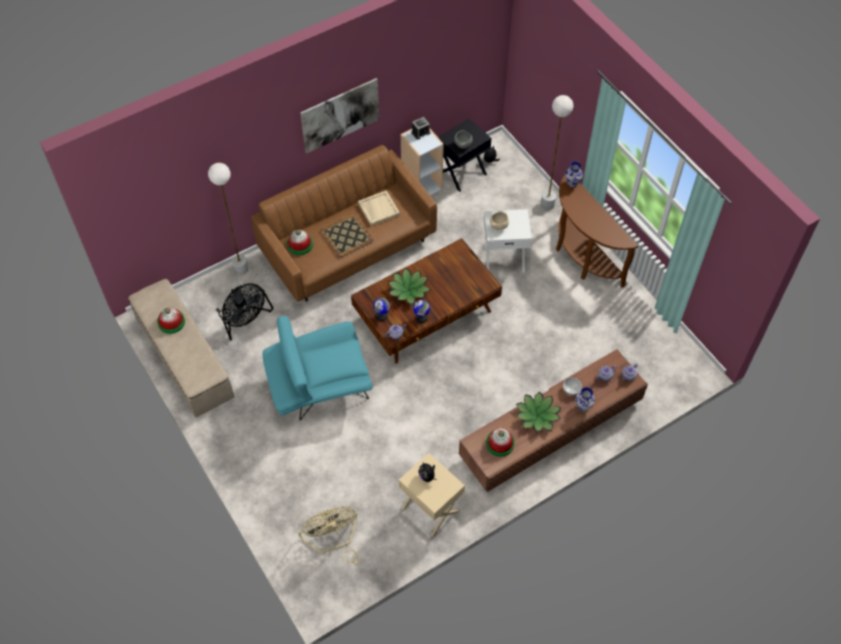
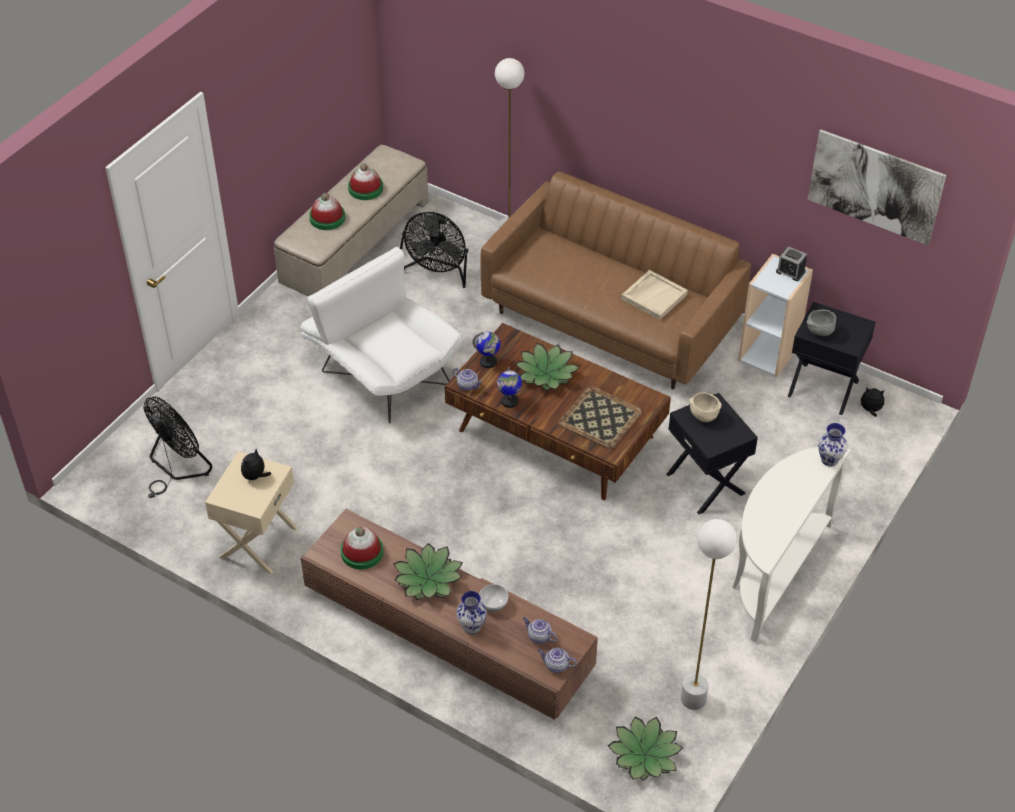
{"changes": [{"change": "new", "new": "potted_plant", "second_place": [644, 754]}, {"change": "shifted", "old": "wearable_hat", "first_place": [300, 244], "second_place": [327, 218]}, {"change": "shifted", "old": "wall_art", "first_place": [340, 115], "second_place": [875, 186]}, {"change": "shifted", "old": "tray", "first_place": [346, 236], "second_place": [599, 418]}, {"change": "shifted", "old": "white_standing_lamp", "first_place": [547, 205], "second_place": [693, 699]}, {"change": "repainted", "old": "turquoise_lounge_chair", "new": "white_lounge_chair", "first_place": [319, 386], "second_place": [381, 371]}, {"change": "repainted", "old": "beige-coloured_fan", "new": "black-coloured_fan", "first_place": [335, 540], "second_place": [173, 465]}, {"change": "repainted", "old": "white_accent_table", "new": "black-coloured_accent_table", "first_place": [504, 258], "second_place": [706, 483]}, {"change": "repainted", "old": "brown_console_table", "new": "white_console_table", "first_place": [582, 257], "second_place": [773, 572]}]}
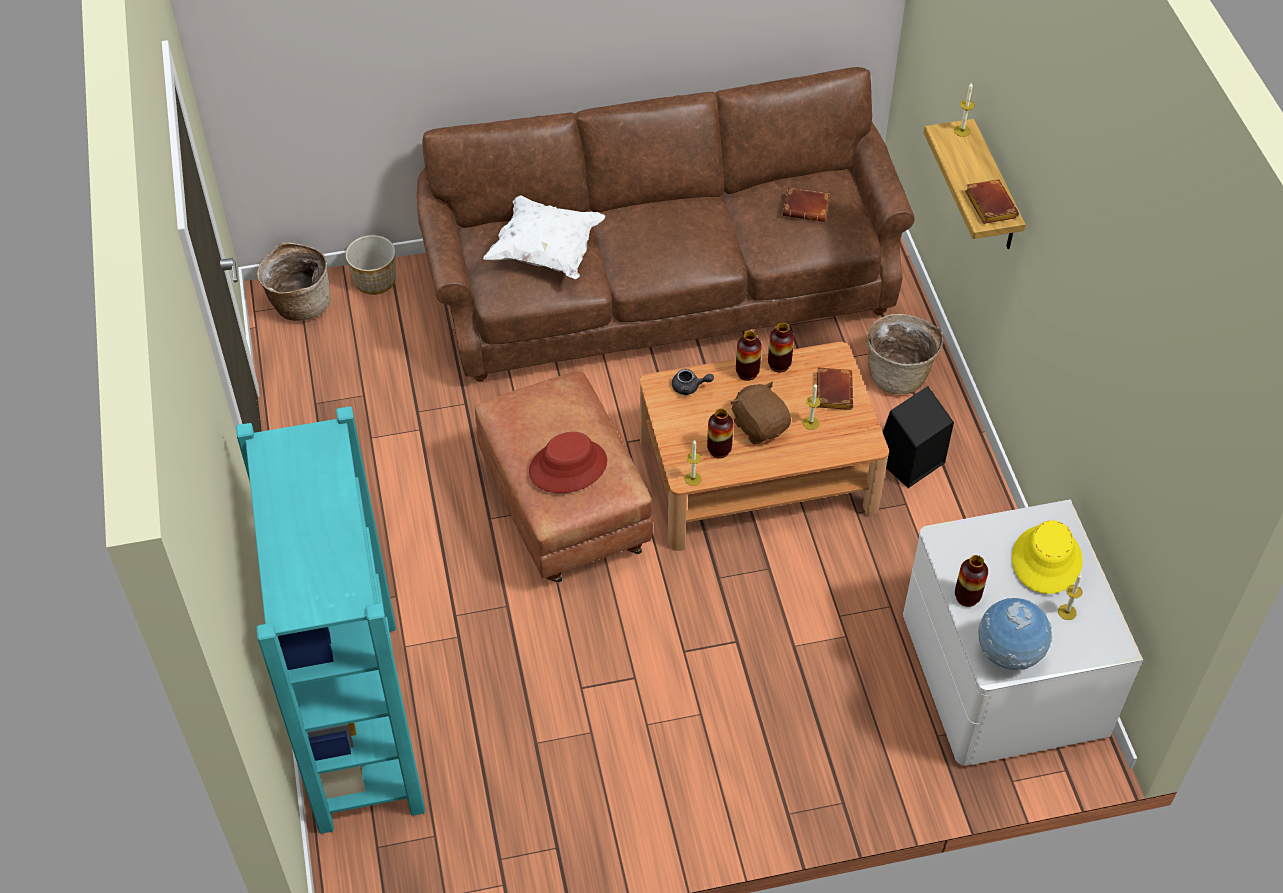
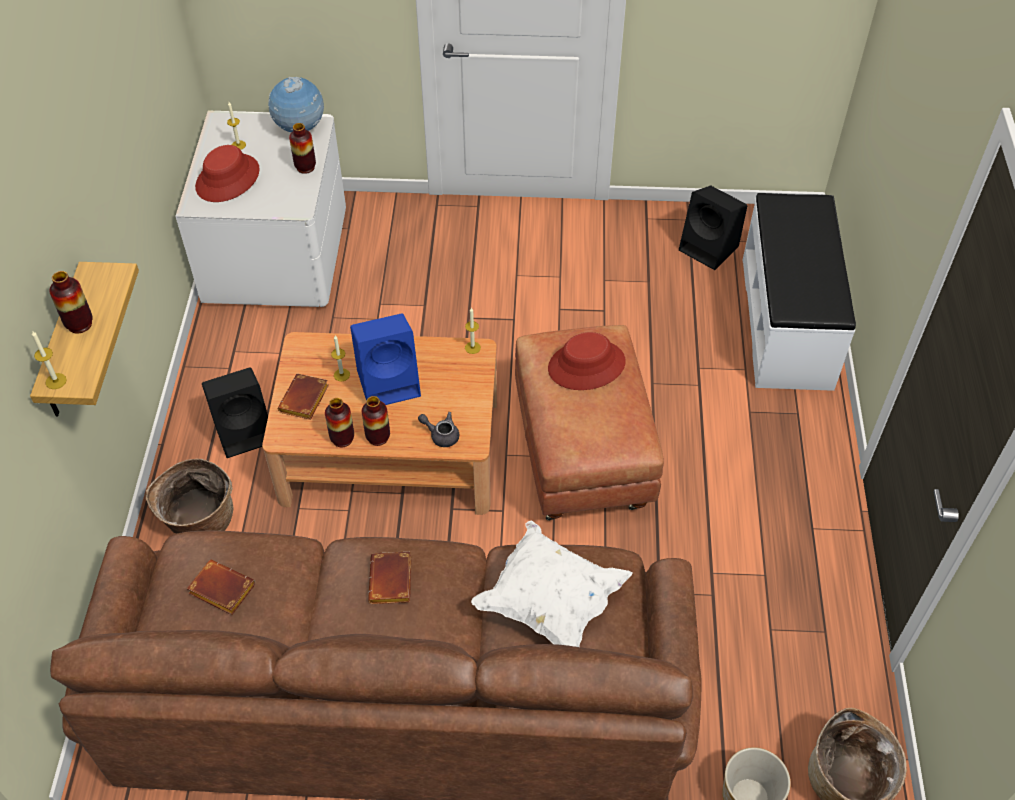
{"changes": [{"change": "new", "new": "black-coloured_audio_speaker", "second_place": [710, 249]}, {"change": "shifted", "old": "vase", "first_place": [719, 450], "second_place": [79, 324]}, {"change": "shifted", "old": "brown_bound_book", "first_place": [988, 205], "second_place": [392, 582]}, {"change": "swapped", "old": "turquoise_shelving_unit", "new": "white_bench", "first_place": [358, 722], "second_place": [787, 322]}, {"change": "swapped", "old": "brown_soft_toy", "new": "blue-coloured_audio_speaker", "first_place": [760, 426], "second_place": [390, 382]}, {"change": "repainted", "old": "yellow-coloured_wearable_hat", "new": "red_wearable_hat", "first_place": [1046, 560], "second_place": [228, 179]}]}
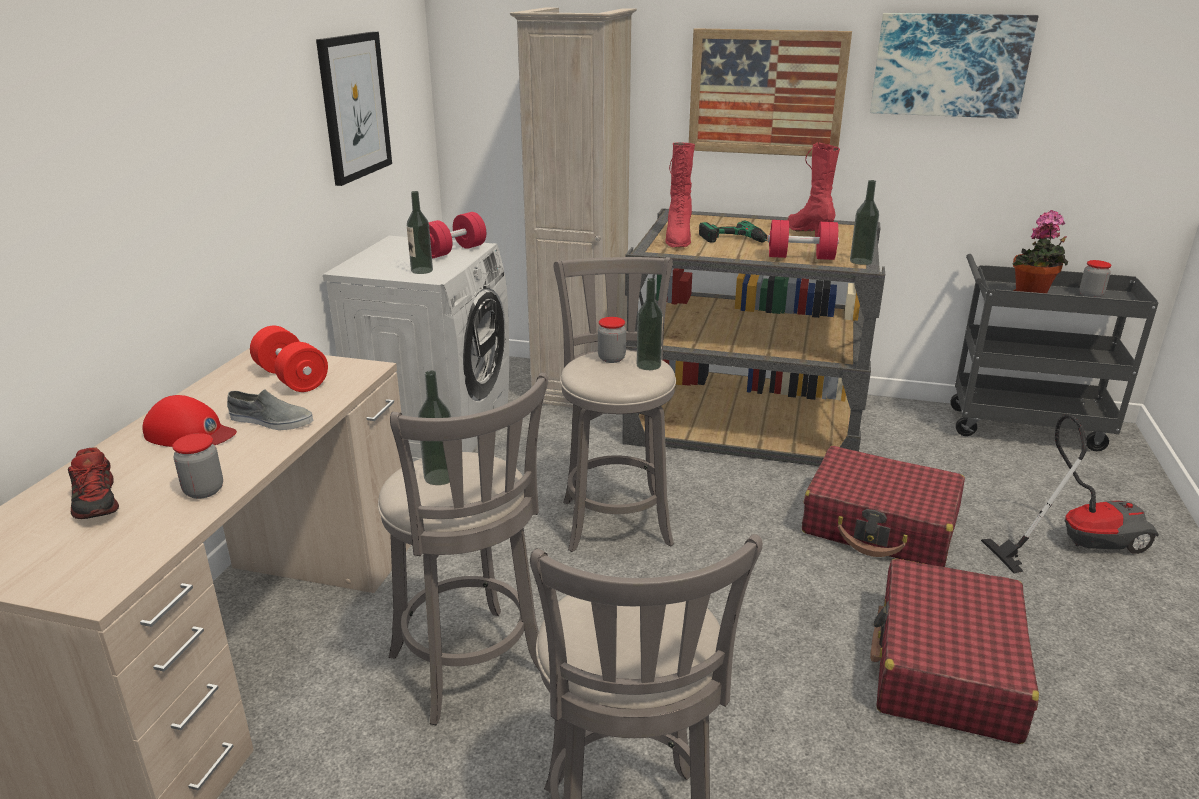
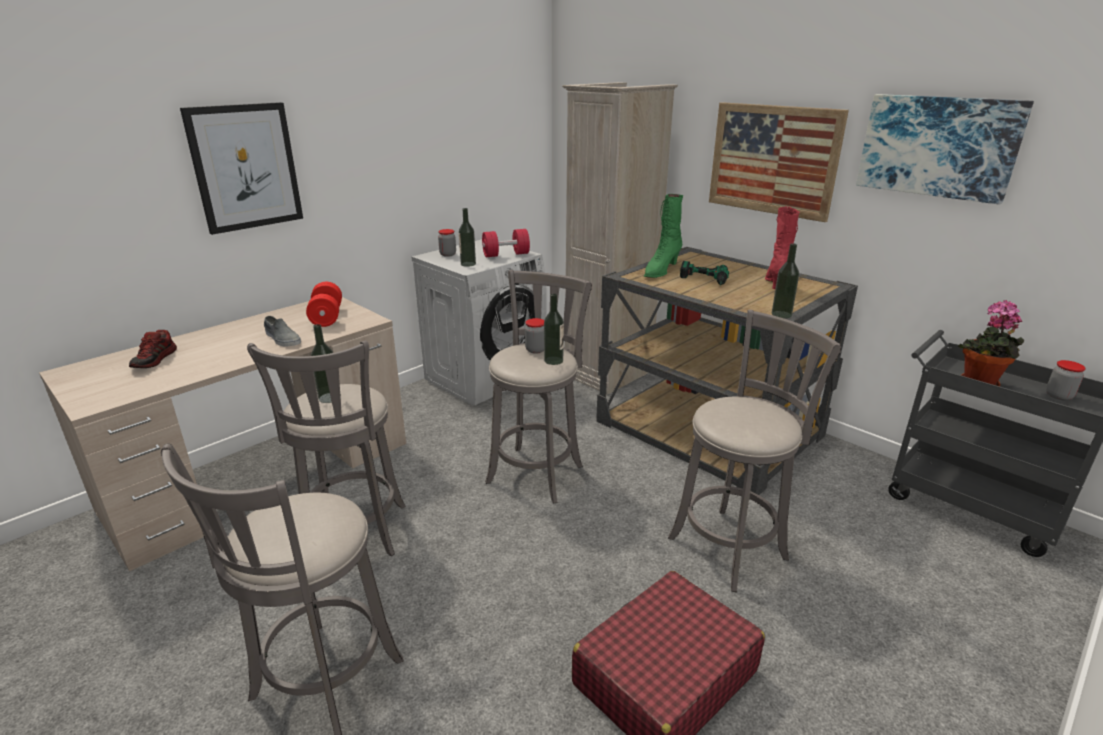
{"changes": [{"change": "gone", "old": "red_peaked_cap", "first_place": [190, 433]}, {"change": "gone", "old": "red_hand_weight", "first_place": [801, 257]}, {"change": "gone", "old": "vacuum_cleaner", "first_place": [1076, 542]}, {"change": "shifted", "old": "jar", "first_place": [204, 491], "second_place": [448, 254]}, {"change": "shifted", "old": "wall_art", "first_place": [354, 106], "second_place": [245, 167]}, {"change": "swapped", "old": "red_travel_case", "new": "gray_sitting_stool", "first_place": [880, 525], "second_place": [732, 545]}, {"change": "repainted", "old": "red_boot", "new": "green_boot", "first_place": [678, 239], "second_place": [661, 271]}]}
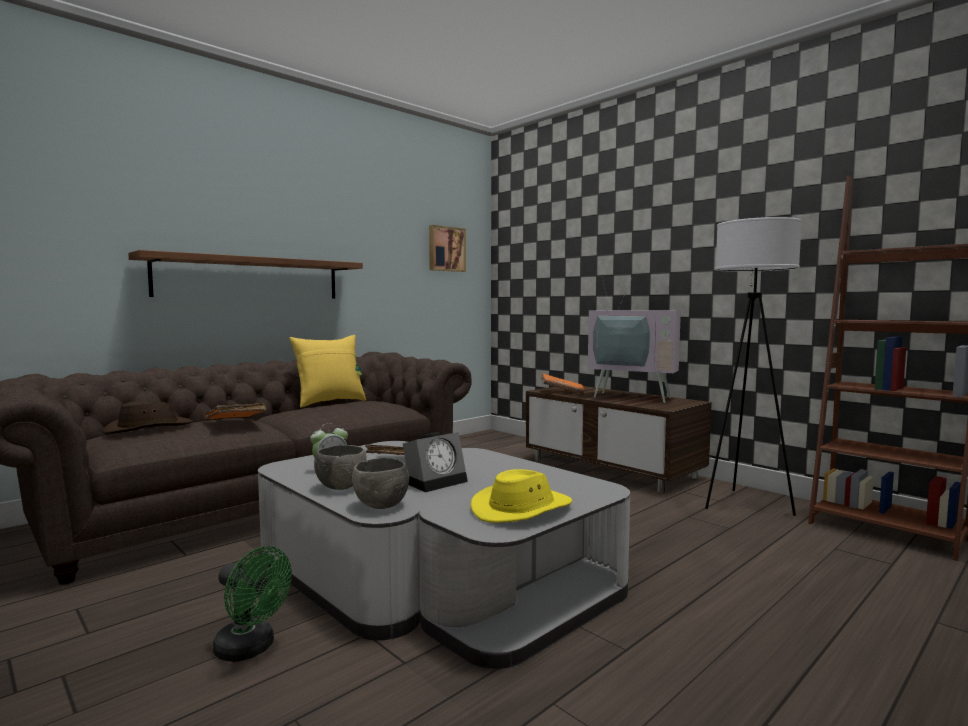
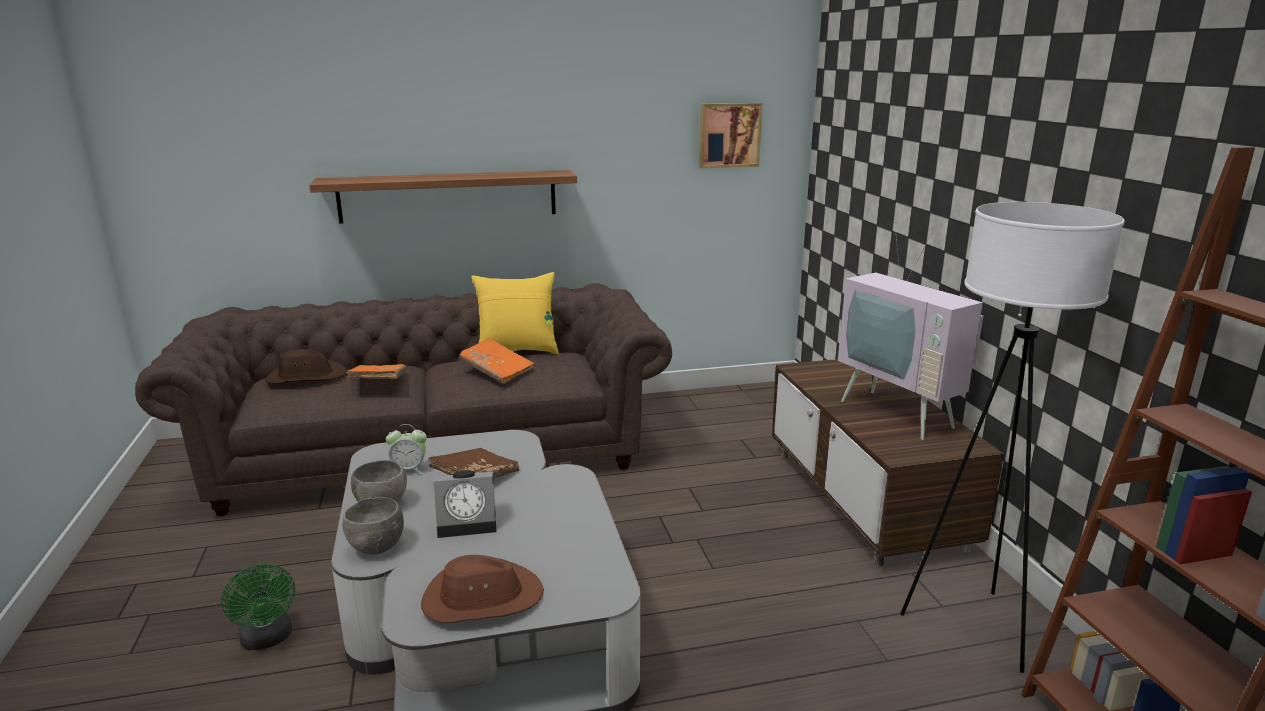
{"changes": [{"change": "shifted", "old": "orange-coloured_bound_book", "first_place": [562, 392], "second_place": [497, 371]}, {"change": "repainted", "old": "yellow-coloured_wearable_hat", "new": "brown_wearable_hat", "first_place": [522, 509], "second_place": [482, 598]}]}
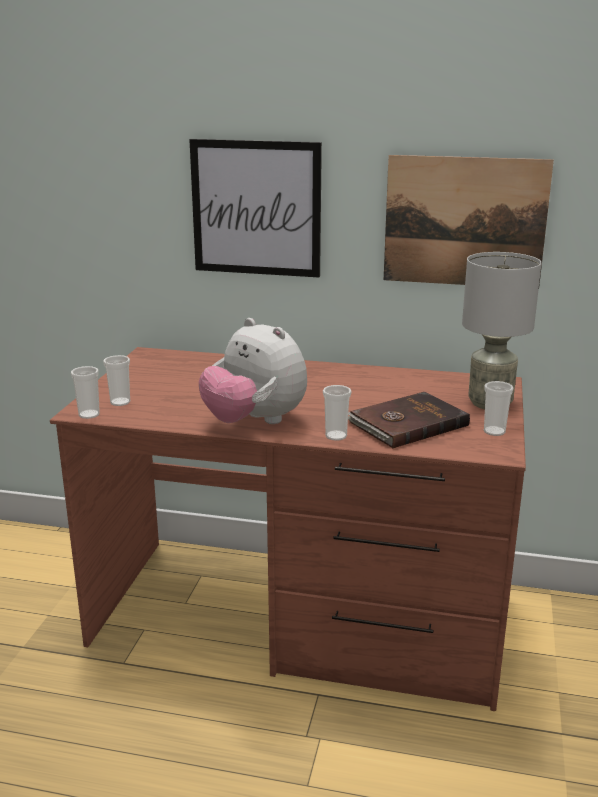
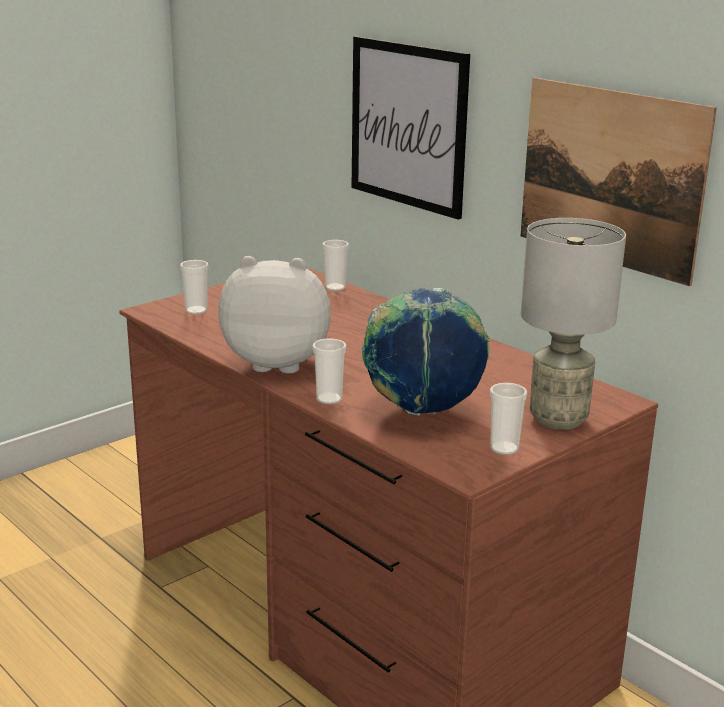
{"changes": [{"change": "shifted", "old": "drinking_cup", "first_place": [89, 414], "second_place": [335, 287]}, {"change": "swapped", "old": "brown_bound_book", "new": "globe", "first_place": [406, 423], "second_place": [422, 410]}, {"change": "rotated", "old": "soft_toy", "first_place": [254, 422], "second_place": [278, 362], "degrees": 105}]}
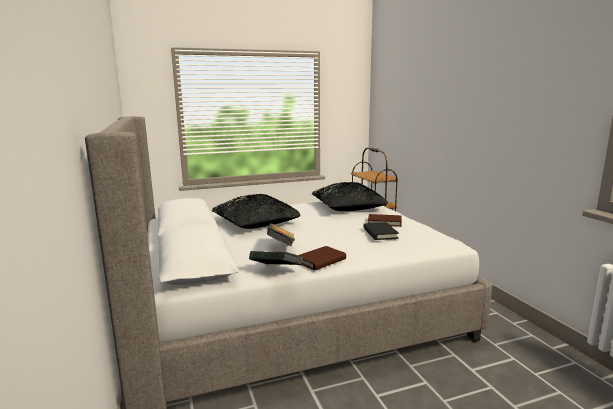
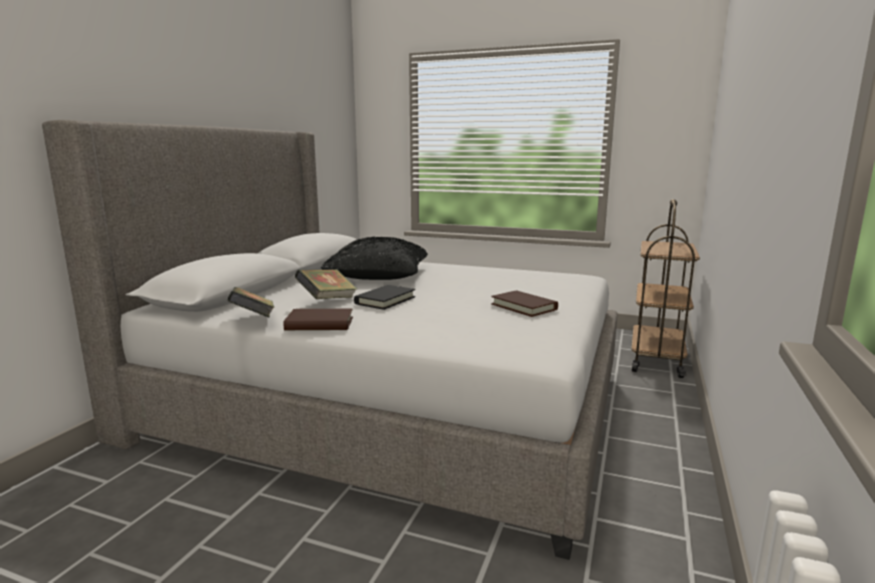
{"changes": [{"change": "gone", "old": "black-coloured_cushion", "first_place": [348, 207]}, {"change": "shifted", "old": "black-coloured_bound_book", "first_place": [380, 233], "second_place": [385, 300]}]}
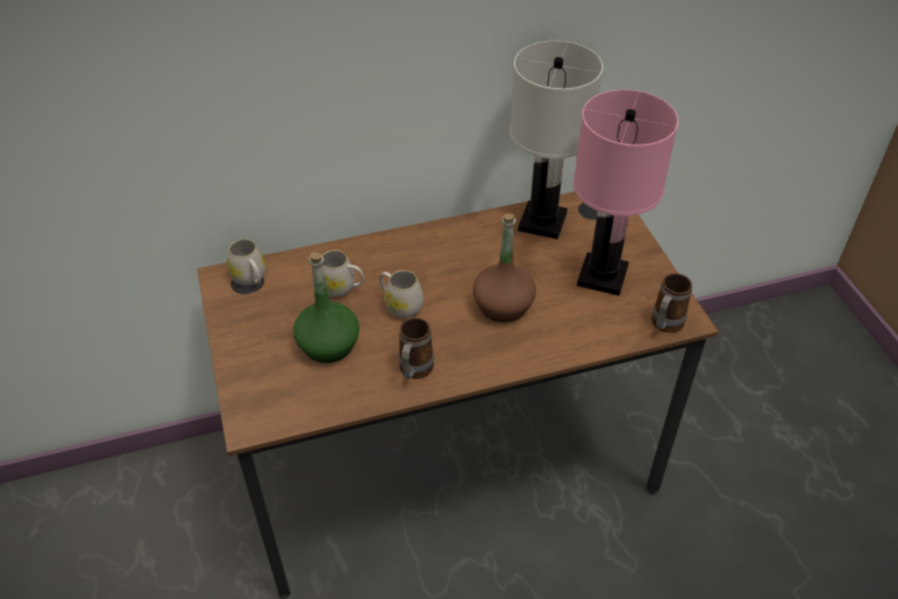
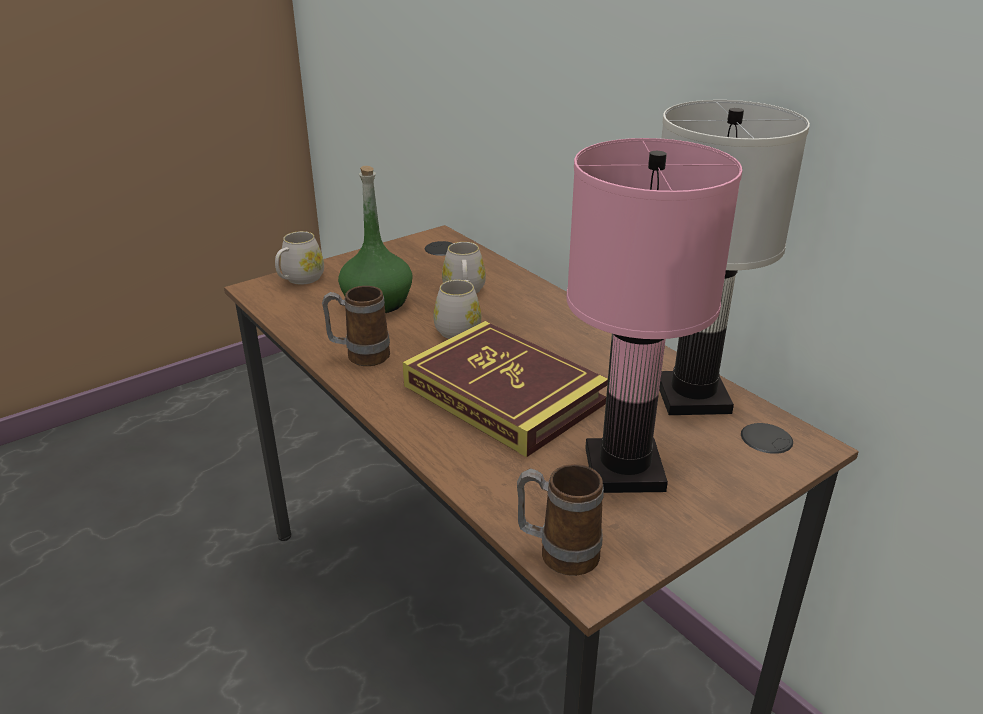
{"changes": [{"change": "shifted", "old": "white_coffee_mug", "first_place": [251, 278], "second_place": [299, 279]}, {"change": "swapped", "old": "brown_bottle", "new": "bound_book", "first_place": [503, 305], "second_place": [503, 394]}]}
